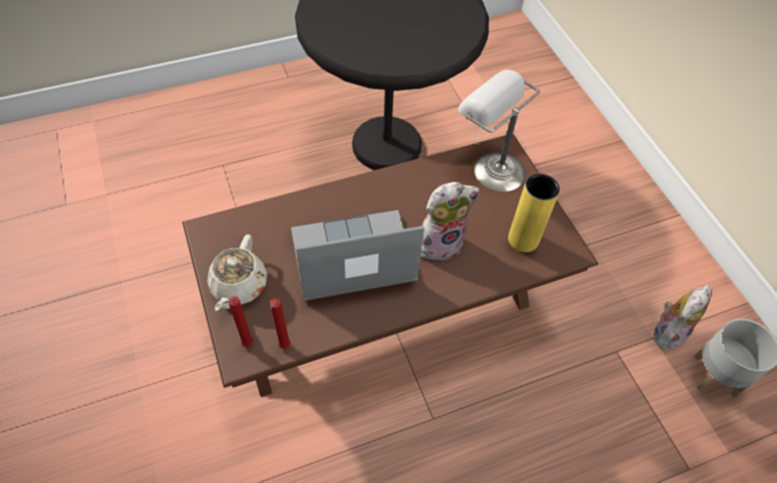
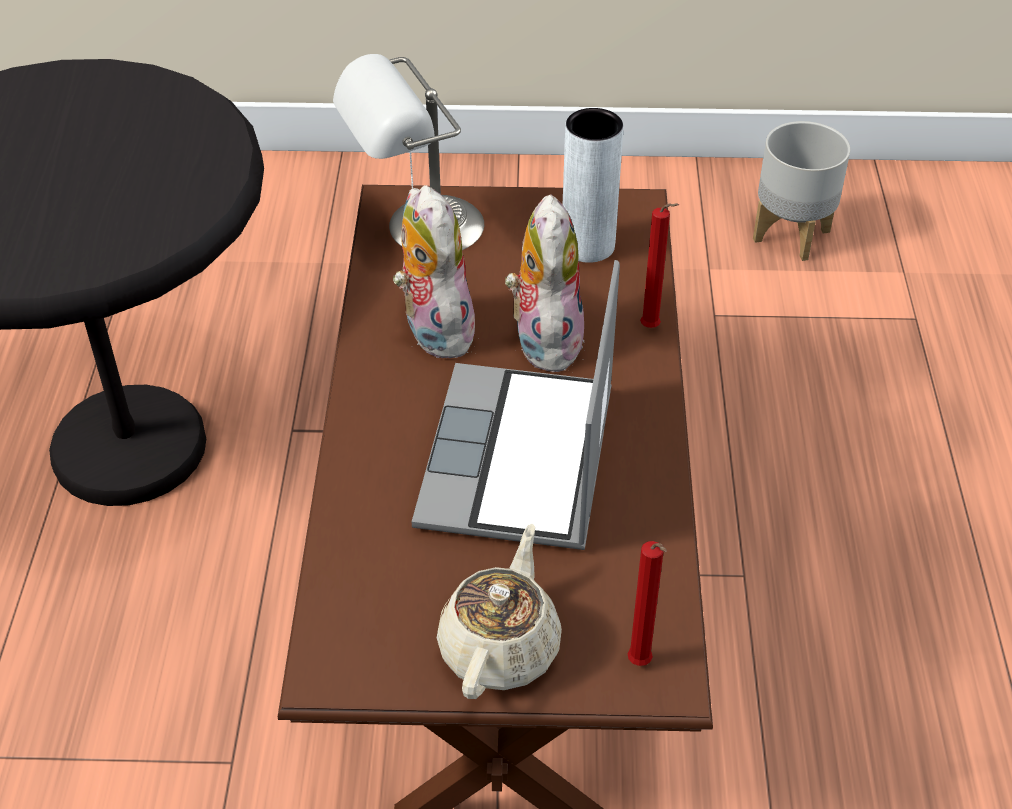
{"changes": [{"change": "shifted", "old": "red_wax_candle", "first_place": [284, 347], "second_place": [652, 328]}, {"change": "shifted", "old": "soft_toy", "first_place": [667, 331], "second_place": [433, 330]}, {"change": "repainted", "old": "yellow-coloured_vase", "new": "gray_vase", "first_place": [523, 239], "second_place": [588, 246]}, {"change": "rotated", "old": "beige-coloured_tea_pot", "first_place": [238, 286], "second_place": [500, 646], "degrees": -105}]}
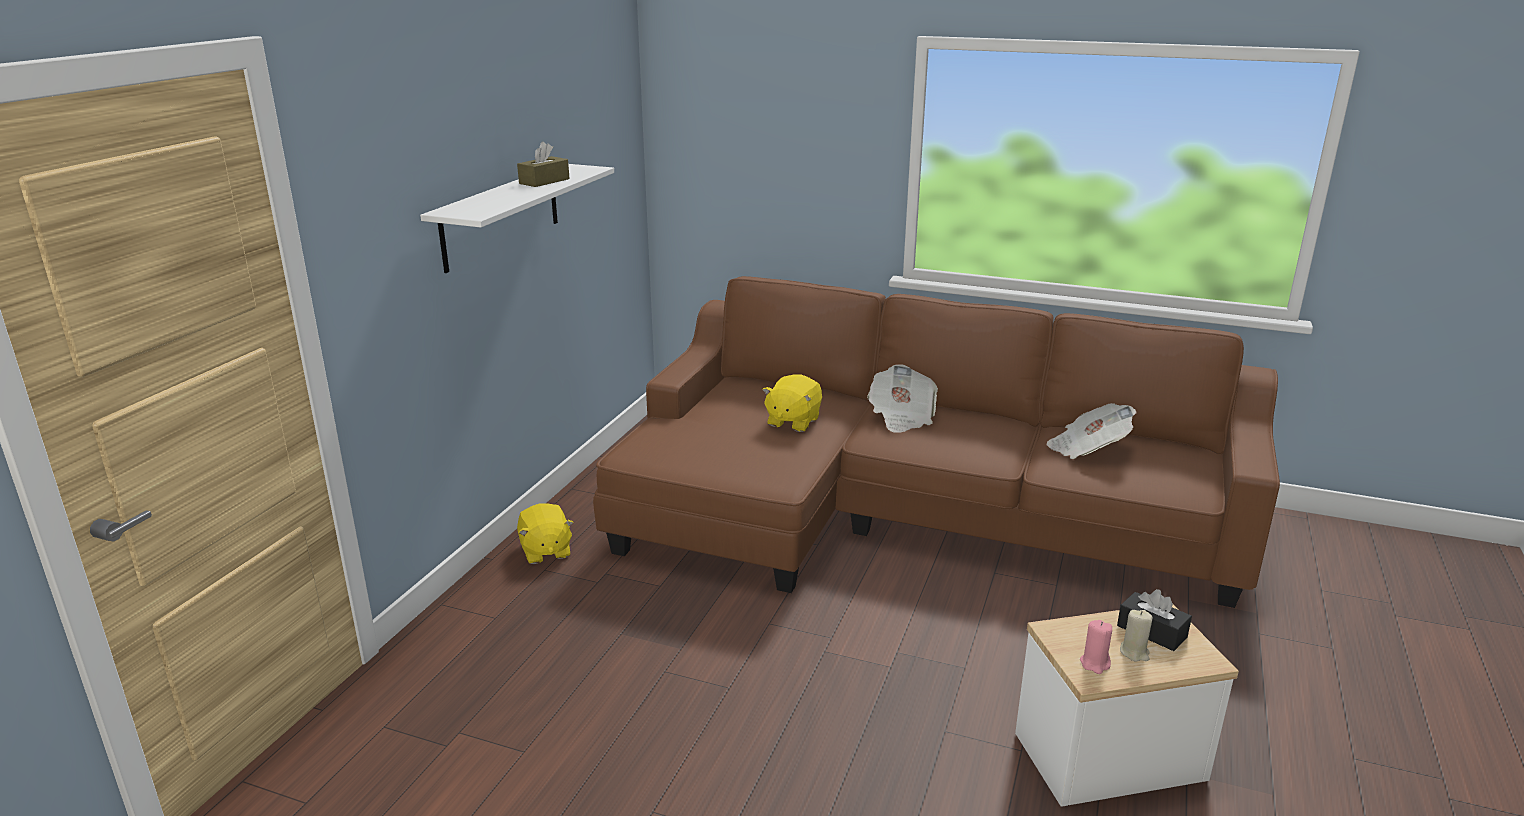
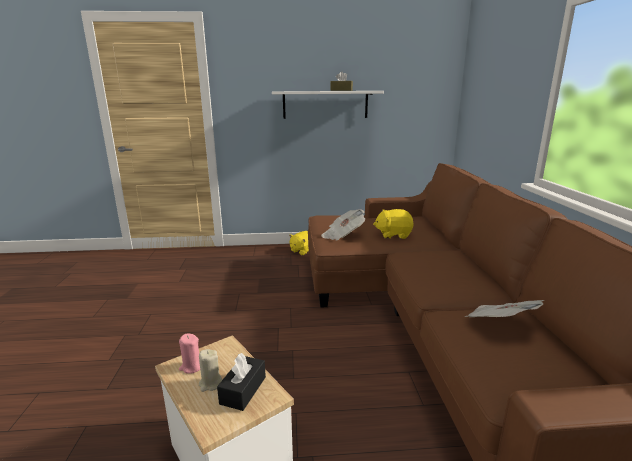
{"changes": [{"change": "shifted", "old": "daily_paper", "first_place": [901, 417], "second_place": [342, 235]}]}
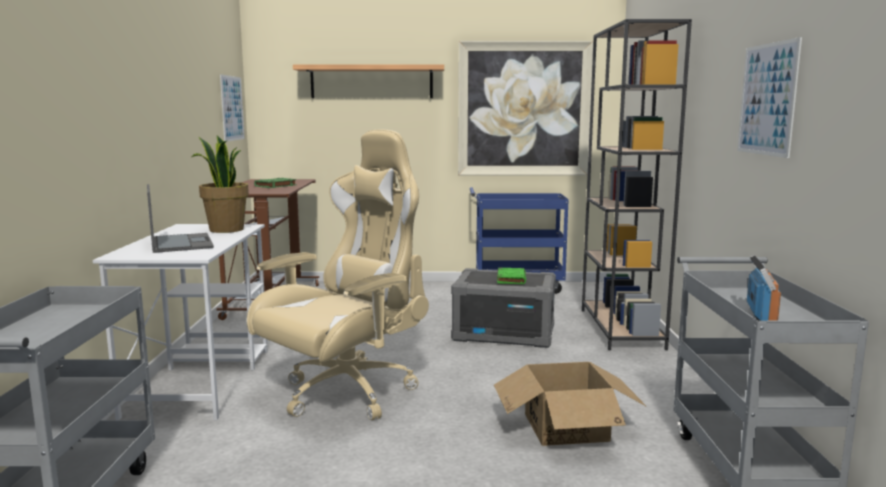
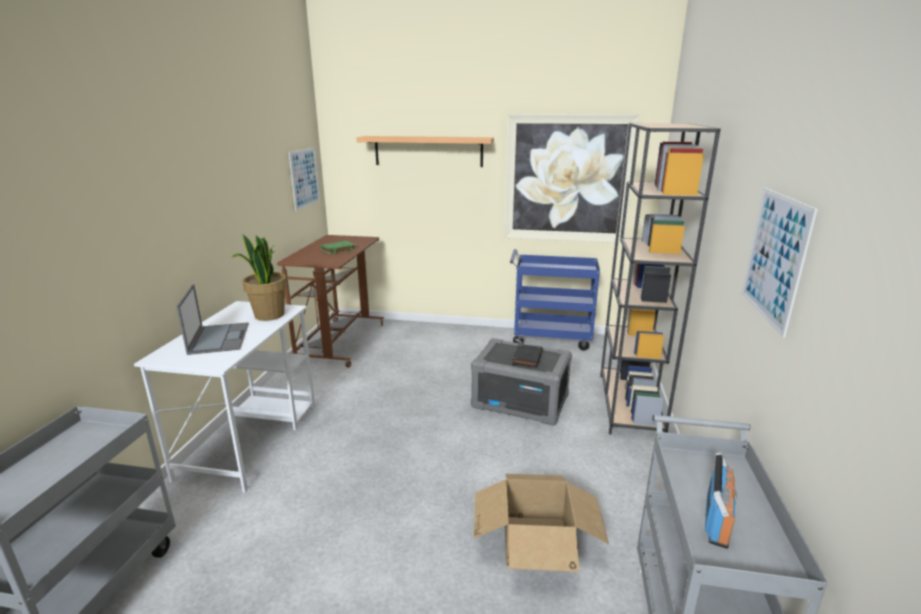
{"changes": [{"change": "gone", "old": "beige-coloured_office_chair", "first_place": [342, 396]}, {"change": "repainted", "old": "green_bound_book", "new": "black-coloured_bound_book", "first_place": [511, 279], "second_place": [527, 358]}]}
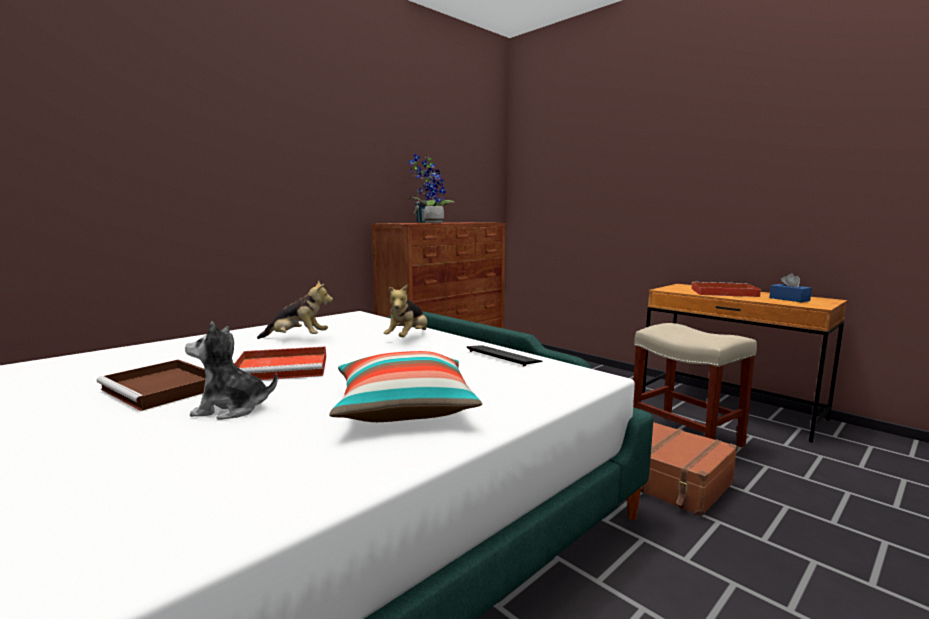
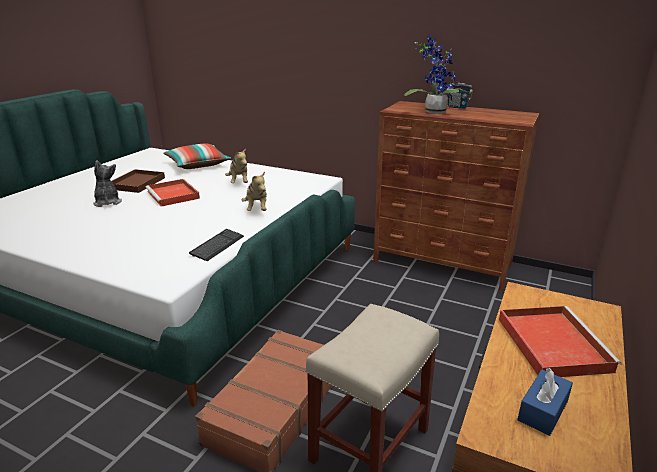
{"changes": [{"change": "shifted", "old": "cushion", "first_place": [404, 408], "second_place": [198, 165]}, {"change": "rotated", "old": "soft_toy", "first_place": [408, 338], "second_place": [257, 209], "degrees": -105}]}
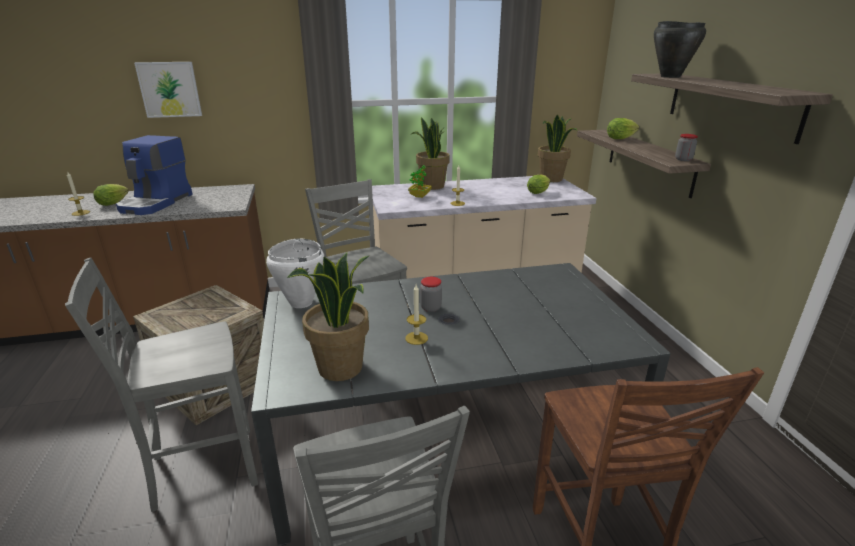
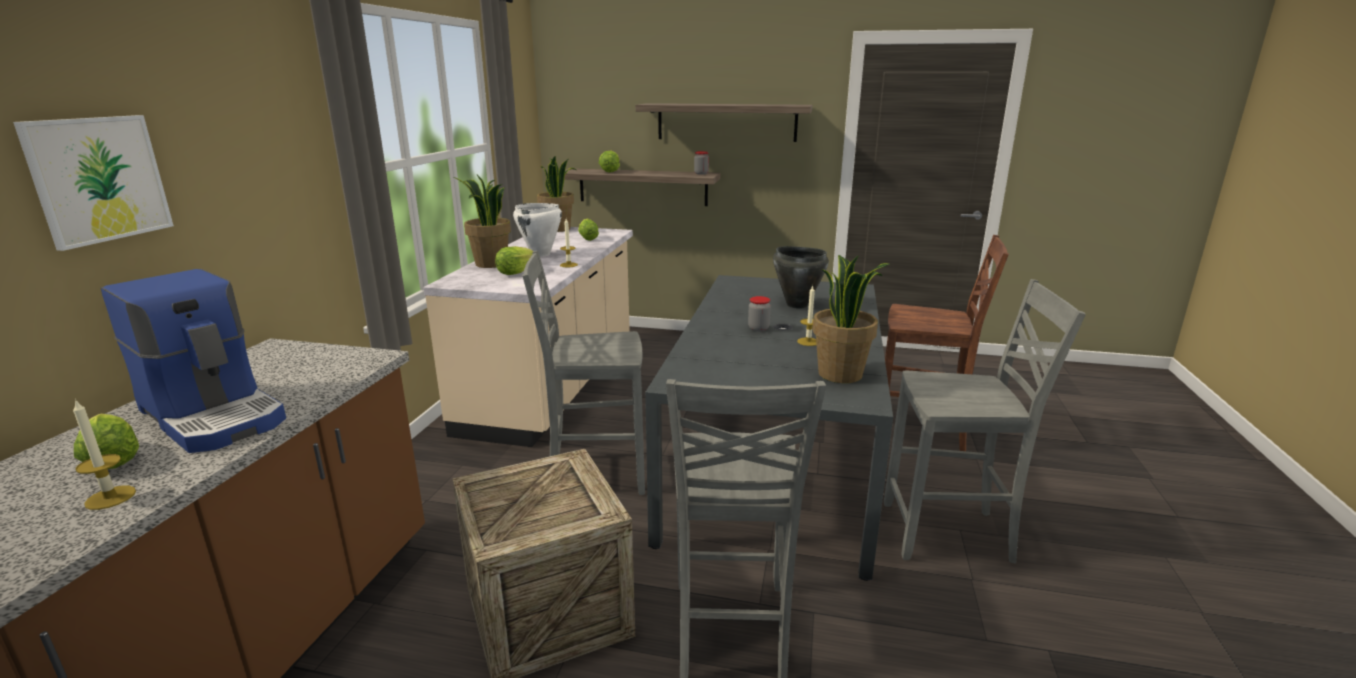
{"changes": [{"change": "shifted", "old": "white_saucepot", "first_place": [300, 303], "second_place": [540, 254]}, {"change": "shifted", "old": "black-coloured_saucepot", "first_place": [670, 76], "second_place": [796, 305]}, {"change": "swapped", "old": "potted_plant", "new": "lettuce_head", "first_place": [420, 196], "second_place": [515, 273]}]}
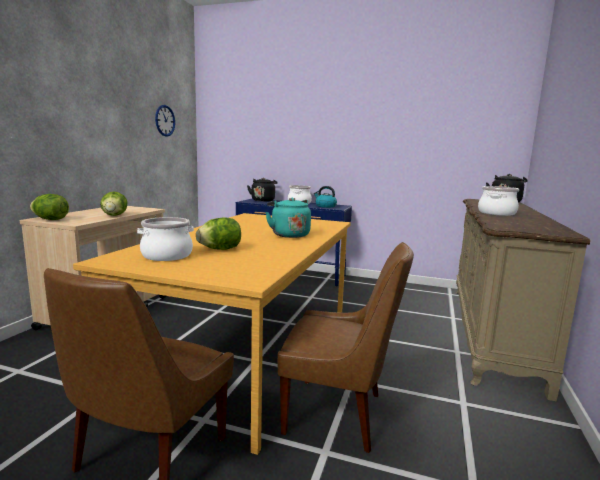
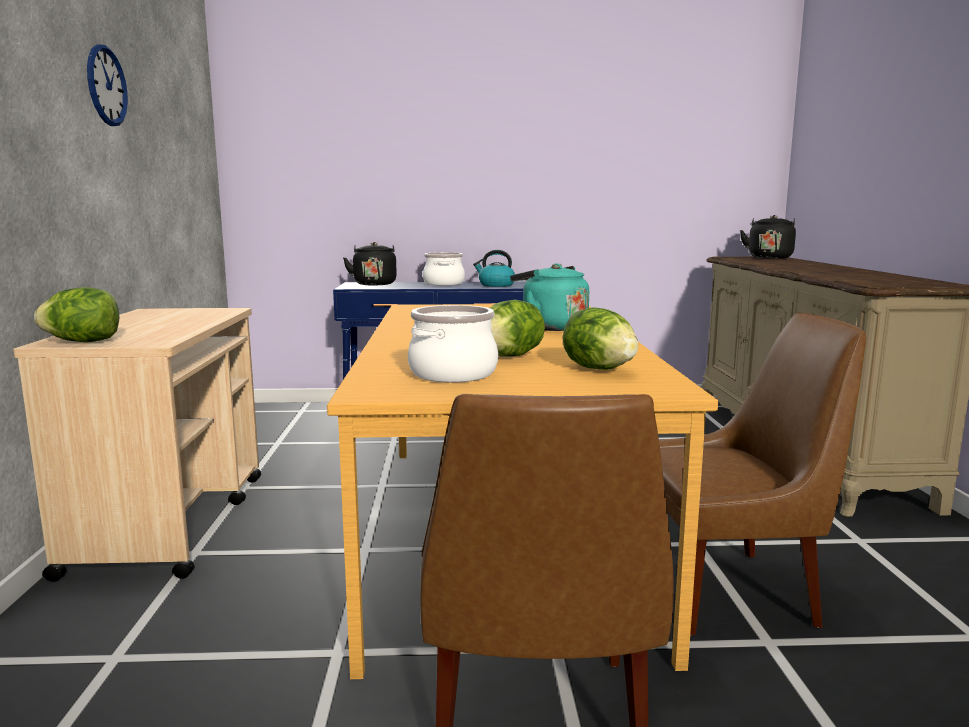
{"changes": [{"change": "gone", "old": "saucepot", "first_place": [496, 213]}, {"change": "shifted", "old": "lettuce_head", "first_place": [114, 215], "second_place": [599, 369]}, {"change": "shifted", "old": "hanging_clock", "first_place": [165, 120], "second_place": [106, 86]}]}
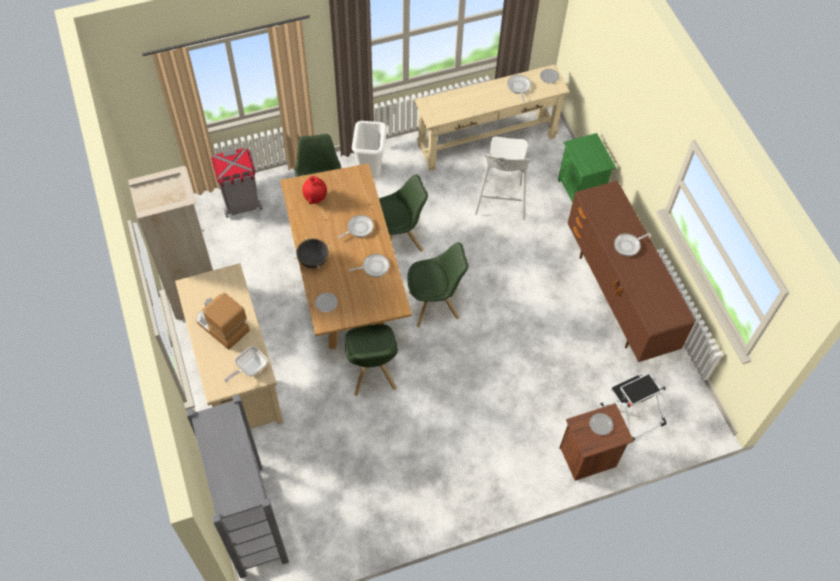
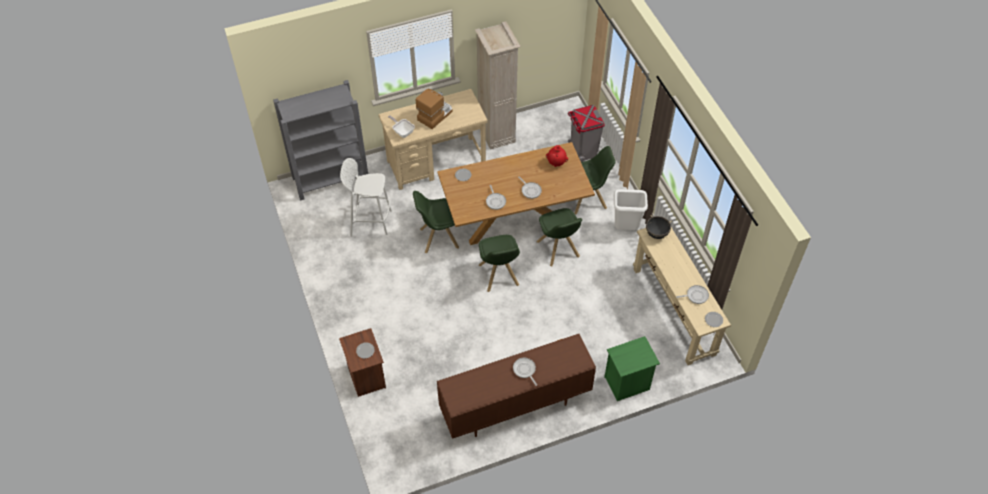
{"changes": [{"change": "gone", "old": "stepladder", "first_place": [633, 411]}, {"change": "shifted", "old": "black-coloured_saucepot", "first_place": [313, 261], "second_place": [656, 234]}, {"change": "shifted", "old": "white_sitting_stool", "first_place": [501, 201], "second_place": [370, 221]}]}
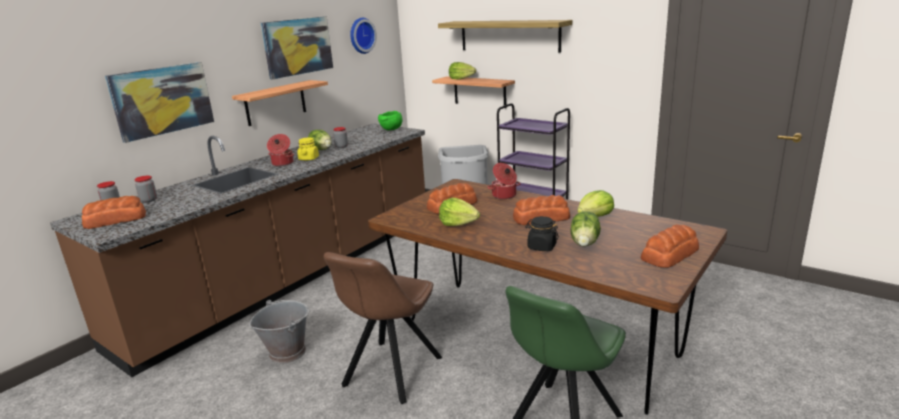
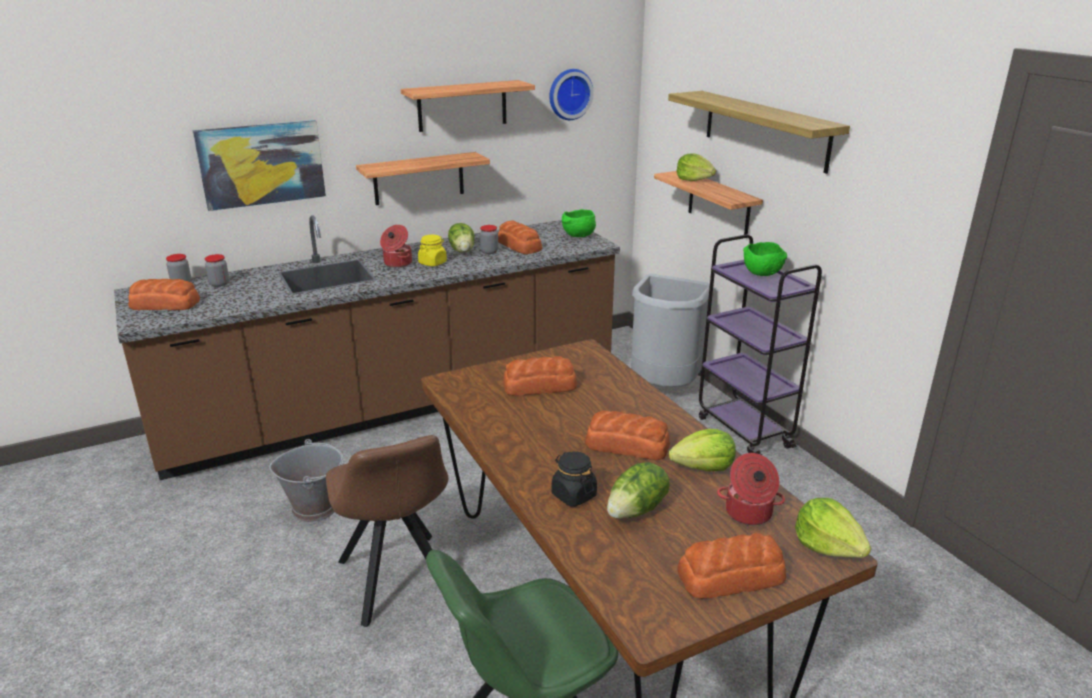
{"changes": [{"change": "new", "new": "bakery_bread", "second_place": [519, 246]}, {"change": "new", "new": "green_serving_bowl", "second_place": [762, 274]}, {"change": "shifted", "old": "lettuce_head", "first_place": [458, 223], "second_place": [828, 545]}, {"change": "shifted", "old": "saucepot", "first_place": [504, 196], "second_place": [748, 513]}, {"change": "swapped", "old": "wall_art", "new": "wall_shelf", "first_place": [297, 46], "second_place": [462, 106]}, {"change": "rotated", "old": "brown_plain_chair", "first_place": [391, 371], "second_place": [398, 579], "degrees": -75}]}
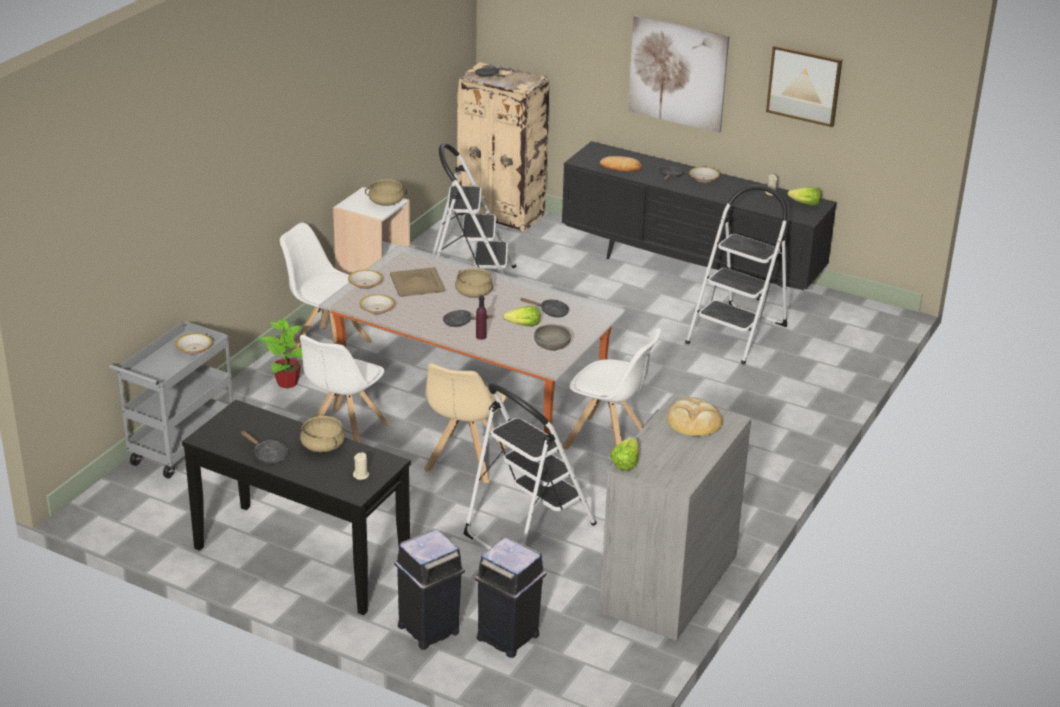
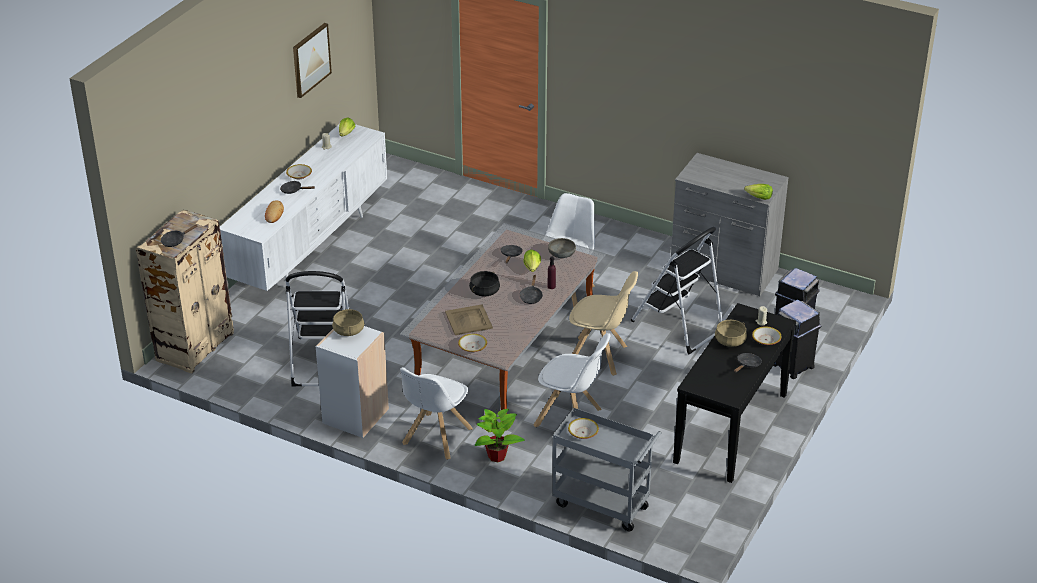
{"changes": [{"change": "gone", "old": "wall_art", "first_place": [678, 73]}, {"change": "gone", "old": "bakery_bread", "first_place": [694, 421]}, {"change": "gone", "old": "stepladder", "first_place": [739, 334]}, {"change": "shifted", "old": "serving_bowl", "first_place": [377, 309], "second_place": [766, 340]}, {"change": "repainted", "old": "beige-coloured_saucepot", "new": "black-coloured_saucepot", "first_place": [474, 293], "second_place": [484, 291]}, {"change": "repainted", "old": "black-coloured_cabinet", "new": "white_cabinet", "first_place": [692, 269], "second_place": [310, 246]}]}
